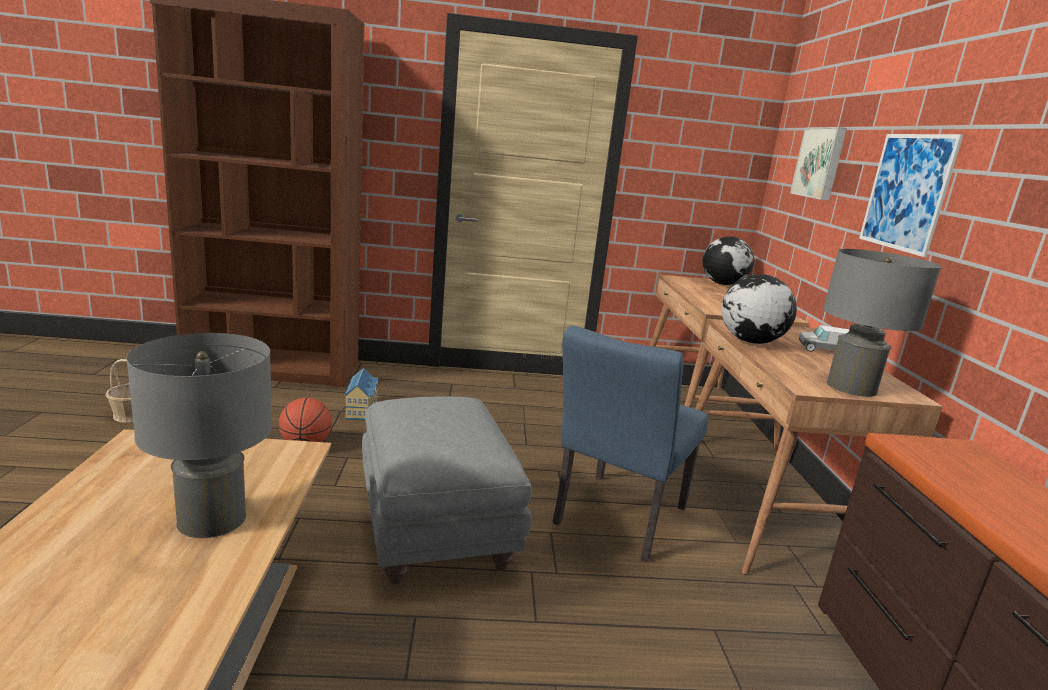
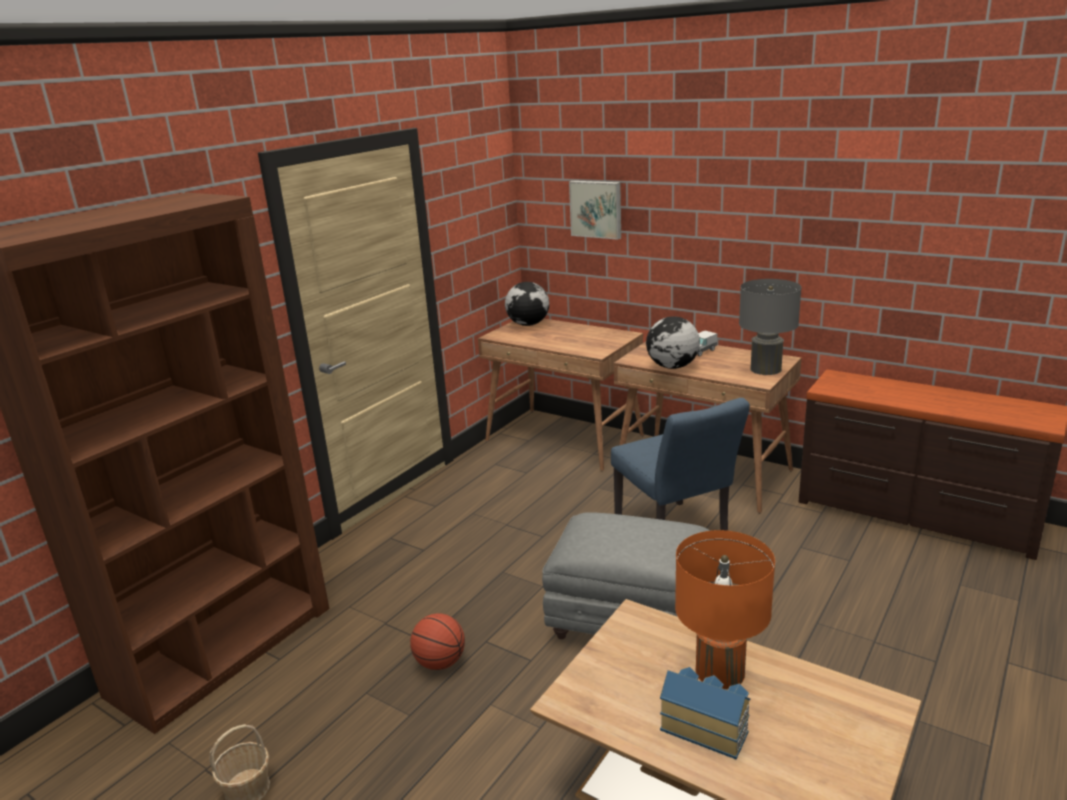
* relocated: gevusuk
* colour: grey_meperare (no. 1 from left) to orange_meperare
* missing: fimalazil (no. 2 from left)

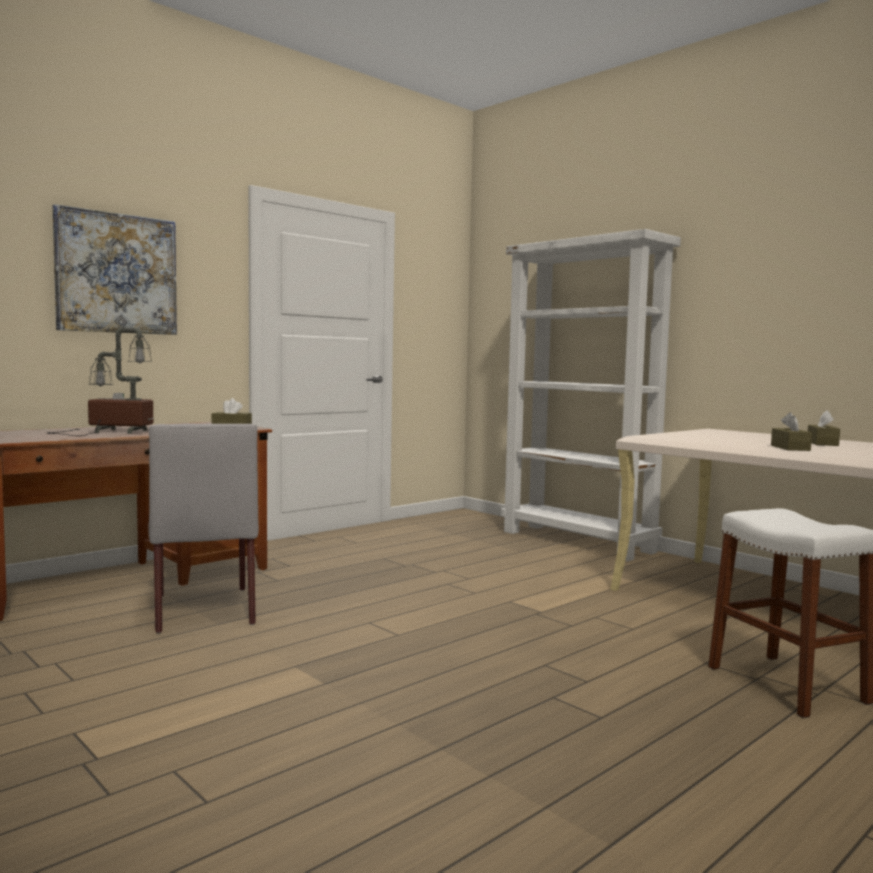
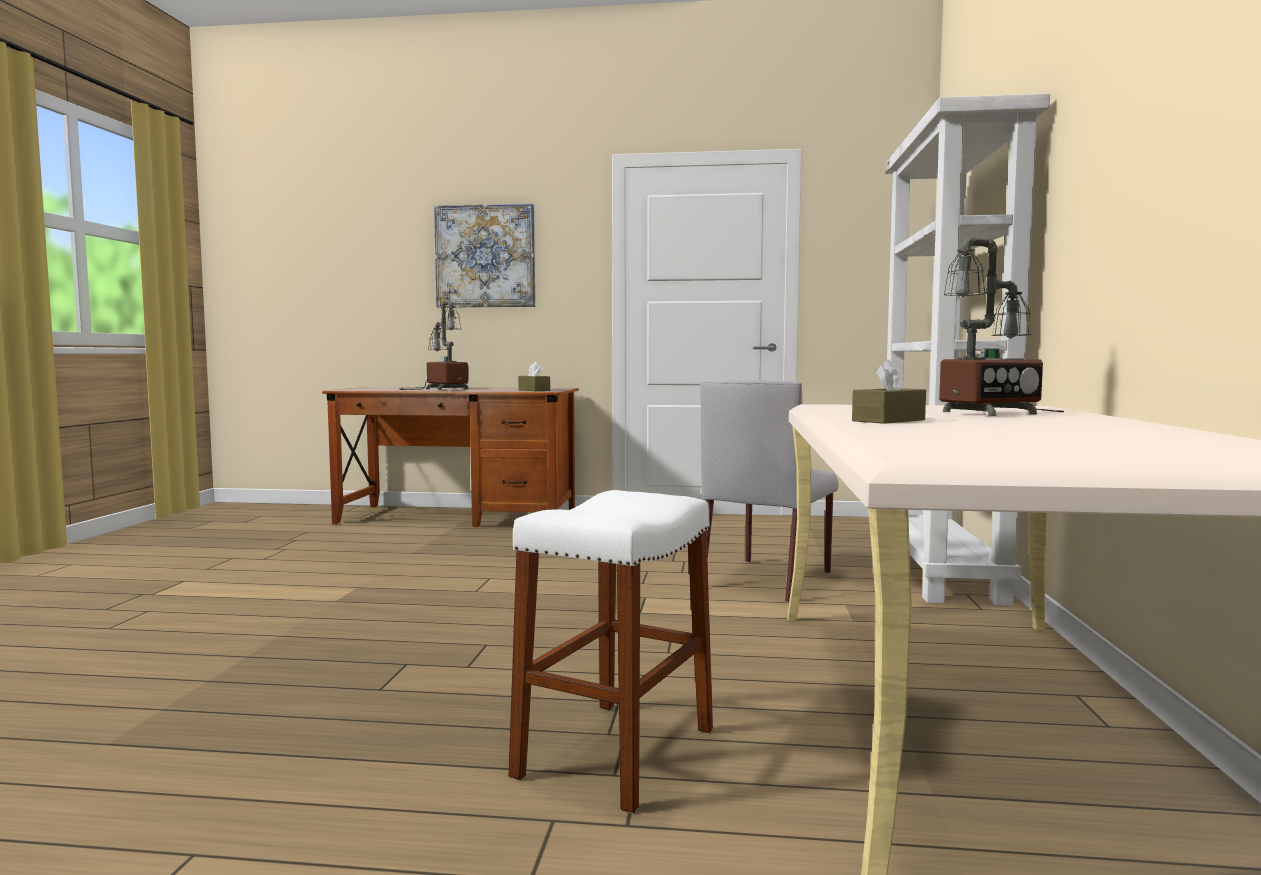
* relocated: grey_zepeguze
* appeared: meperare (no. 2 from left)
* missing: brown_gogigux (no. 3 from left)

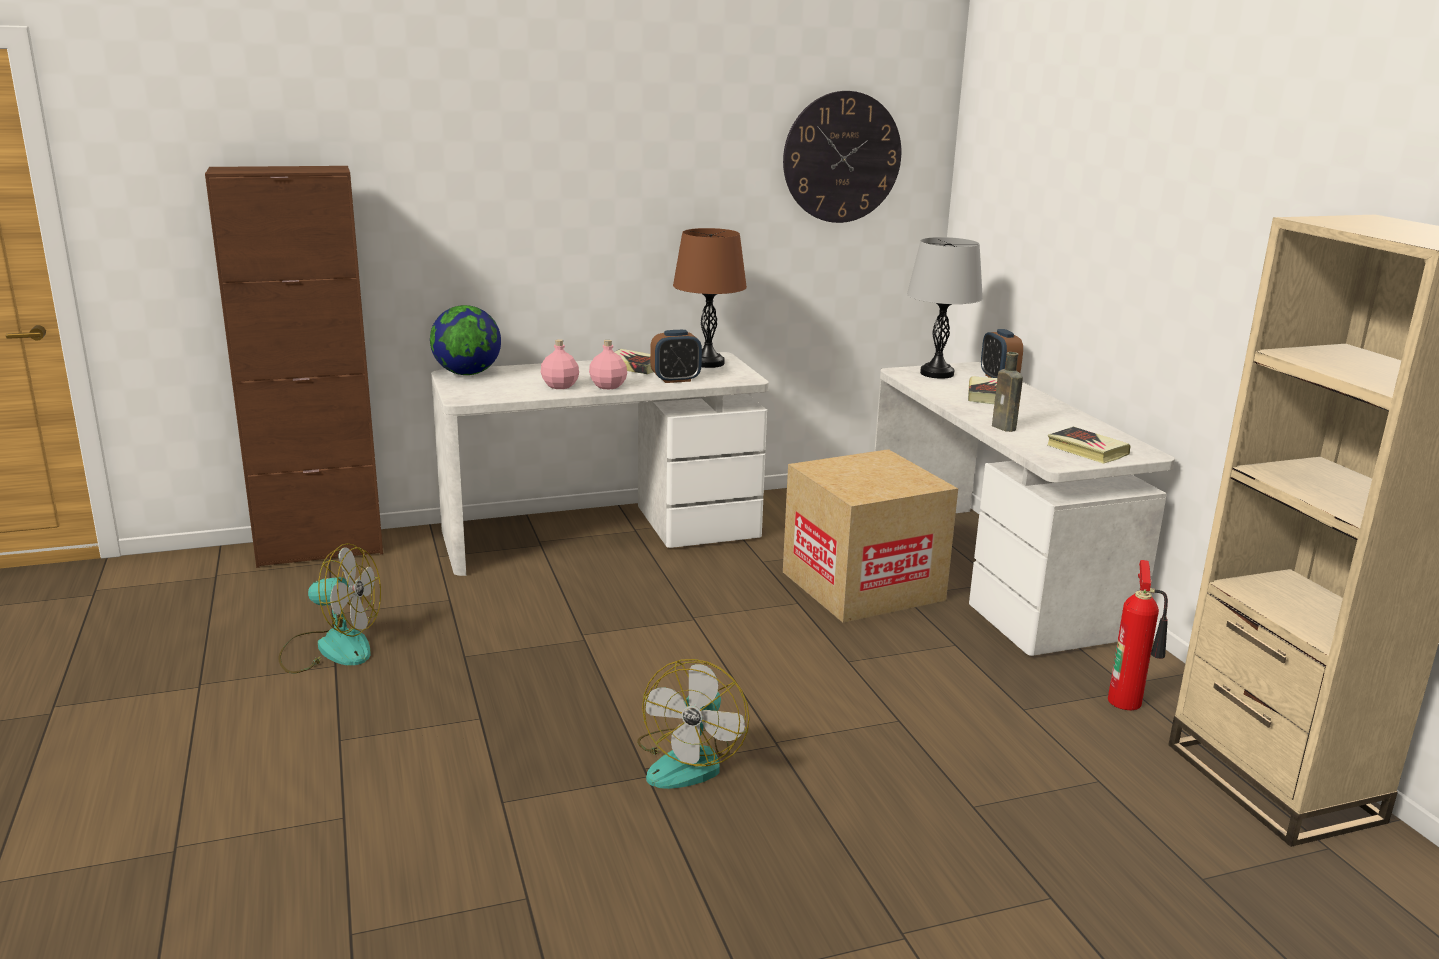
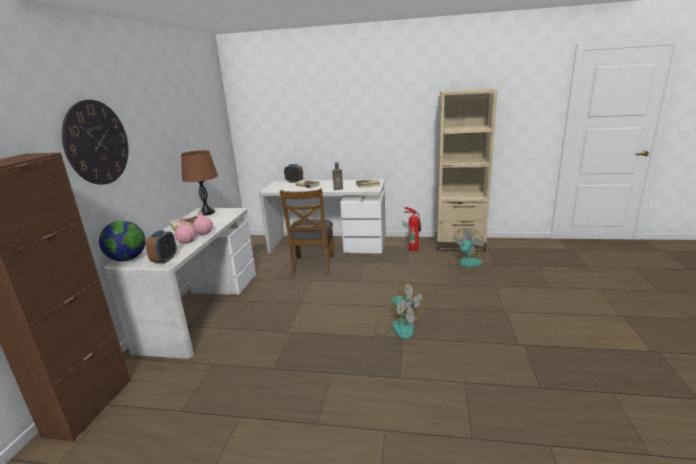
* relocated: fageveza
* relocated: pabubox (no. 1 from left)
* exchanged: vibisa to brown_zepeguze
* relocated: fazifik (no. 1 from left in the first image) to fazifik (no. 2 from left)
* missing: grey_meperare

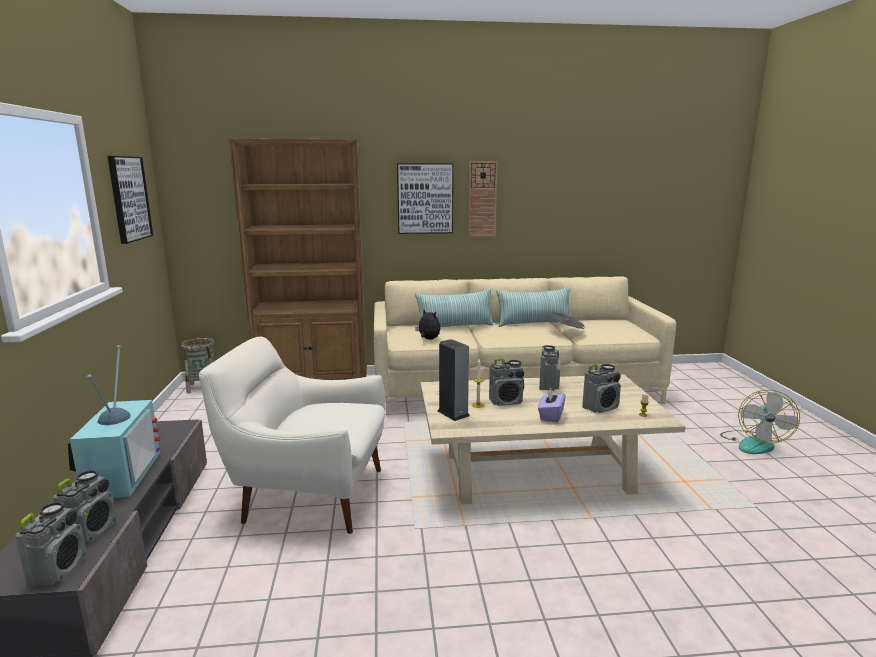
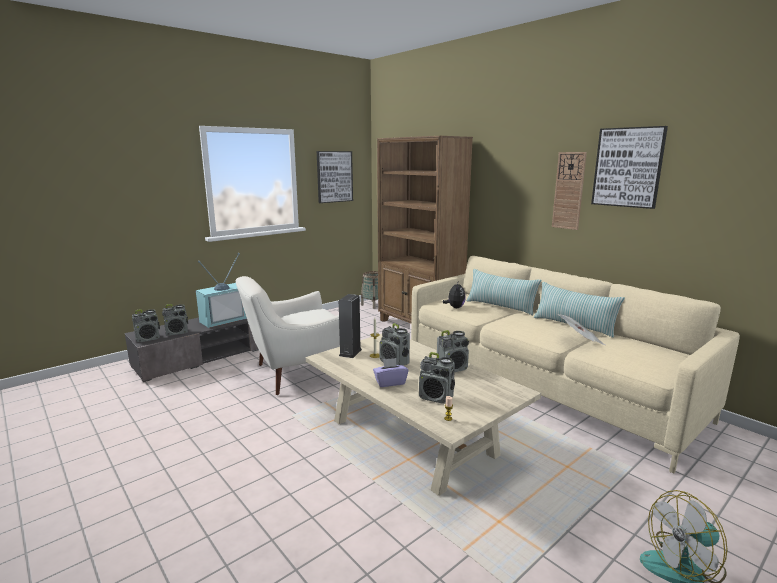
* spun: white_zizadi 90 degrees counterclockwise
* relocated: fimalazil (no. 2 from left)

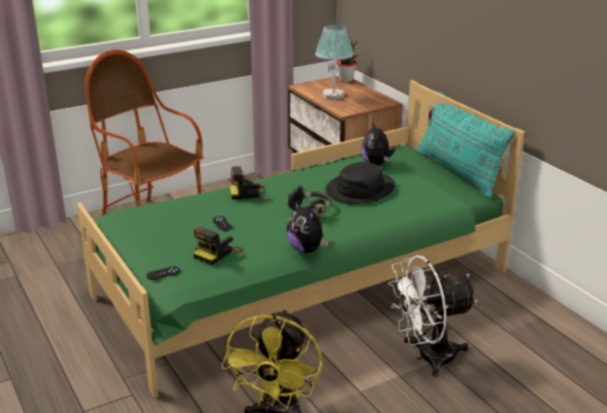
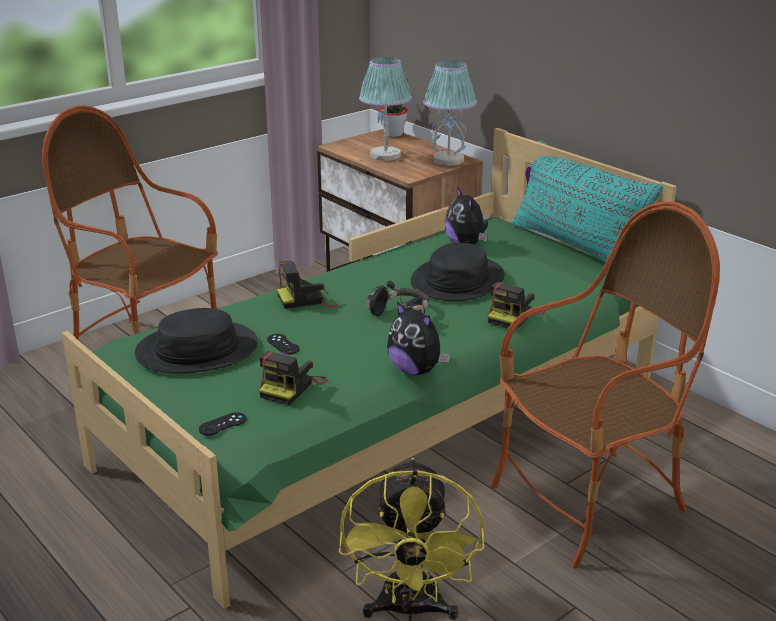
* appeared: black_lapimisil (no. 1 from left)
* appeared: meperare (no. 2 from left)
* appeared: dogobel (no. 3 from left)
* exchanged: white_fazifik to zizadi (no. 2 from left)

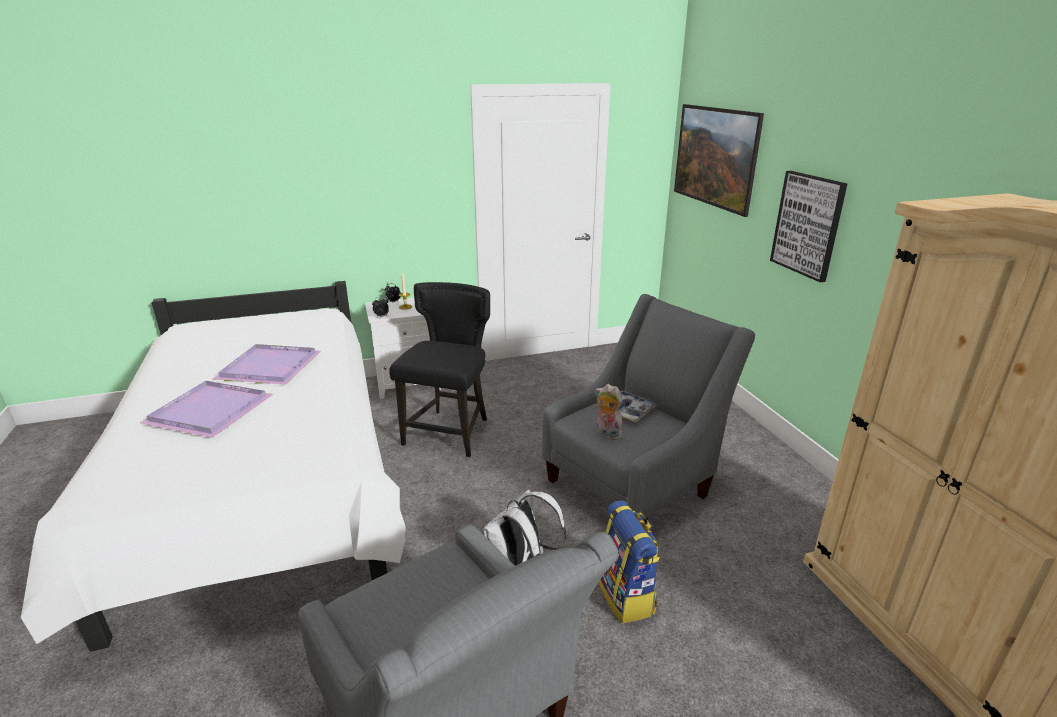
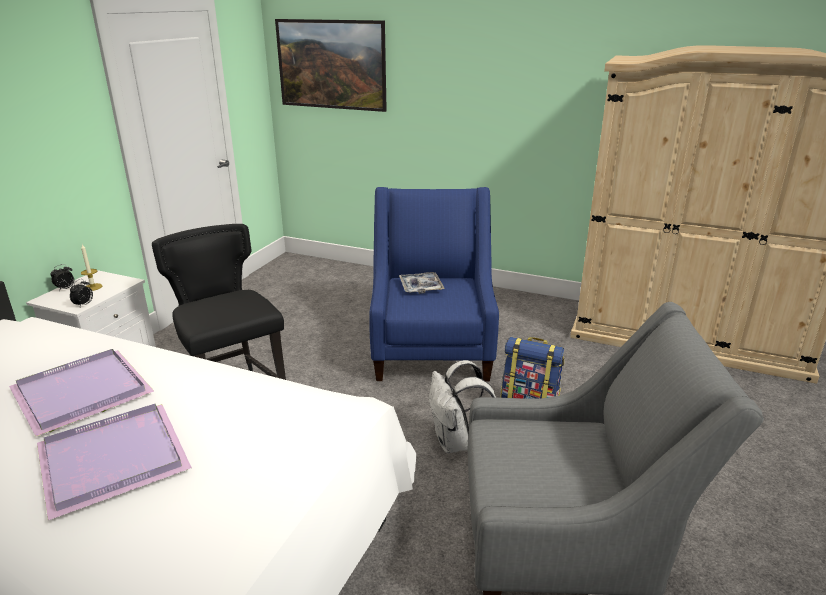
* colour: grey_zizadi (no. 2 from left) to blue_zizadi
* missing: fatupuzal
* missing: fimalazil (no. 2 from left)

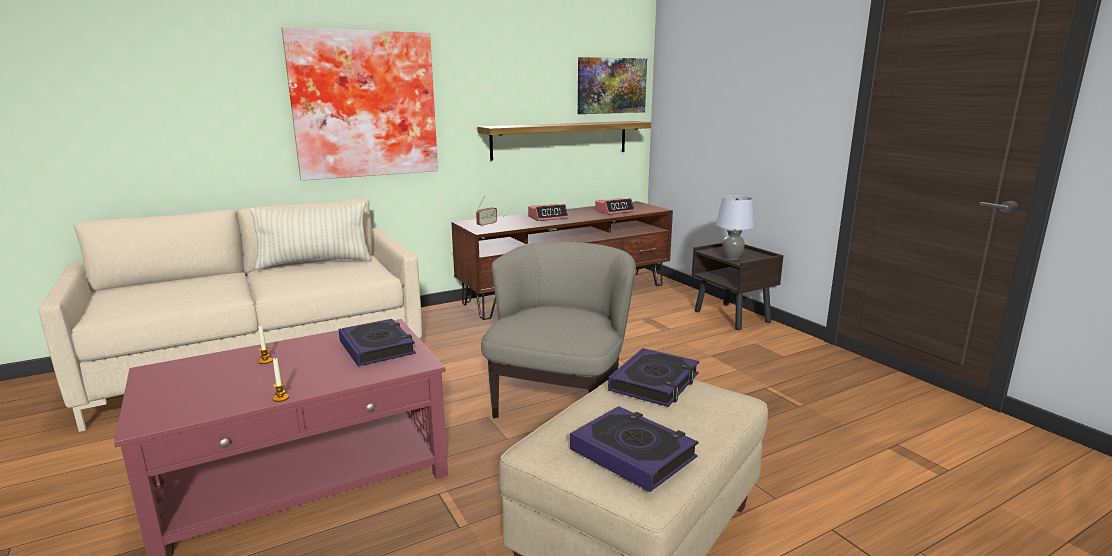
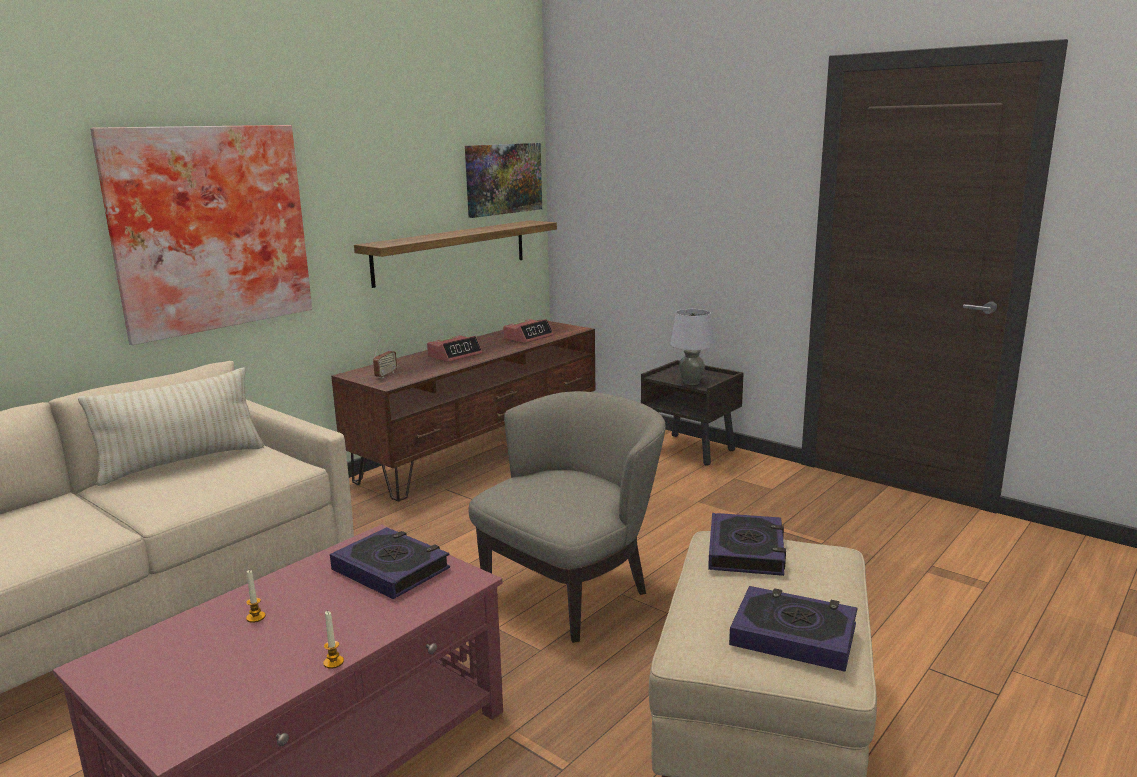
* spun: beige_zizadi 45 degrees clockwise

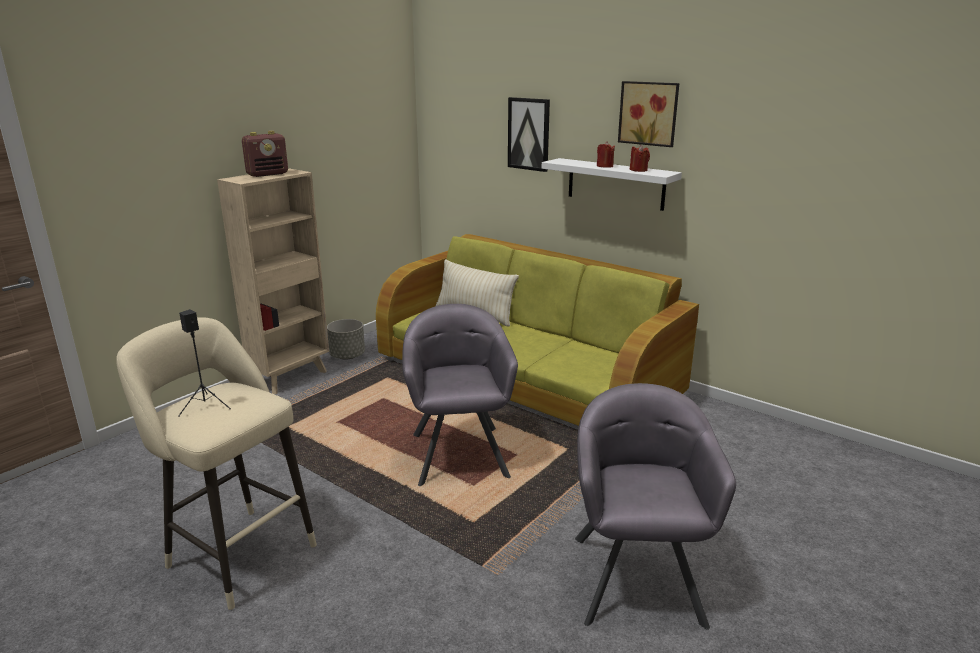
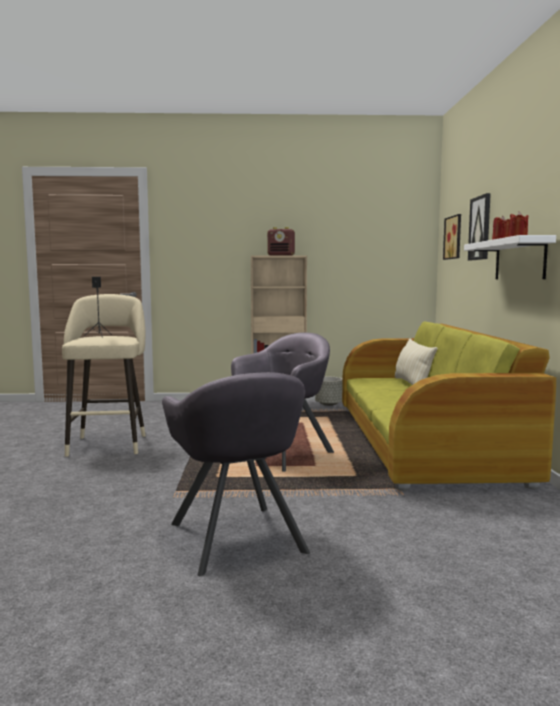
* spun: grey_zizadi (no. 2 from left in the first image) 105 degrees clockwise
* relocated: fimalazil (no. 2 from left in the first image) to fimalazil (no. 1 from left)

